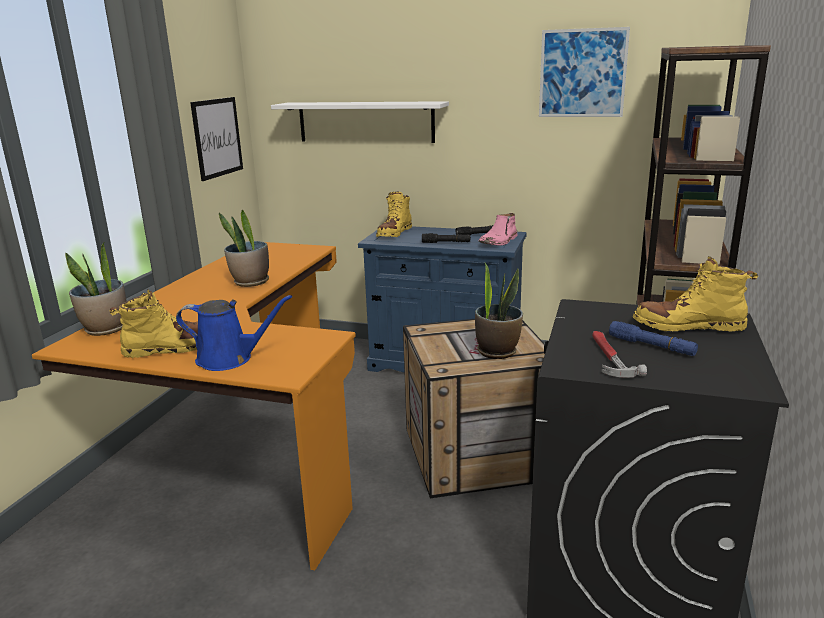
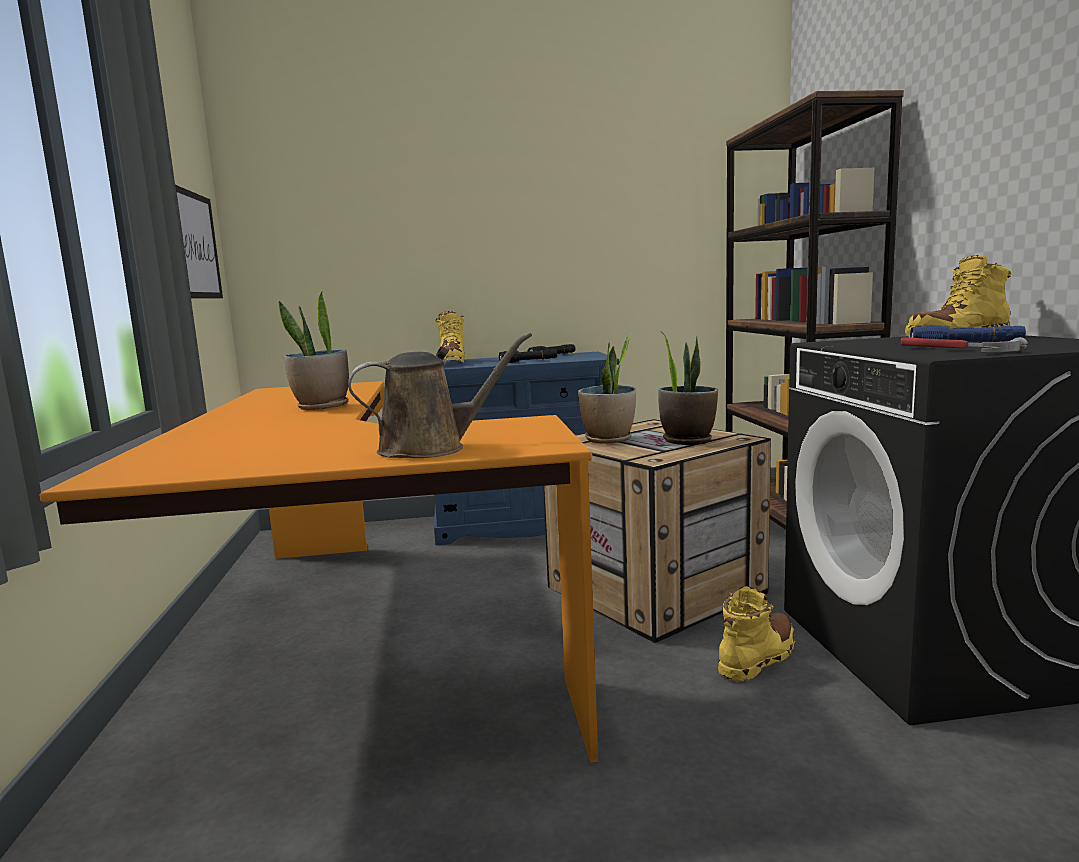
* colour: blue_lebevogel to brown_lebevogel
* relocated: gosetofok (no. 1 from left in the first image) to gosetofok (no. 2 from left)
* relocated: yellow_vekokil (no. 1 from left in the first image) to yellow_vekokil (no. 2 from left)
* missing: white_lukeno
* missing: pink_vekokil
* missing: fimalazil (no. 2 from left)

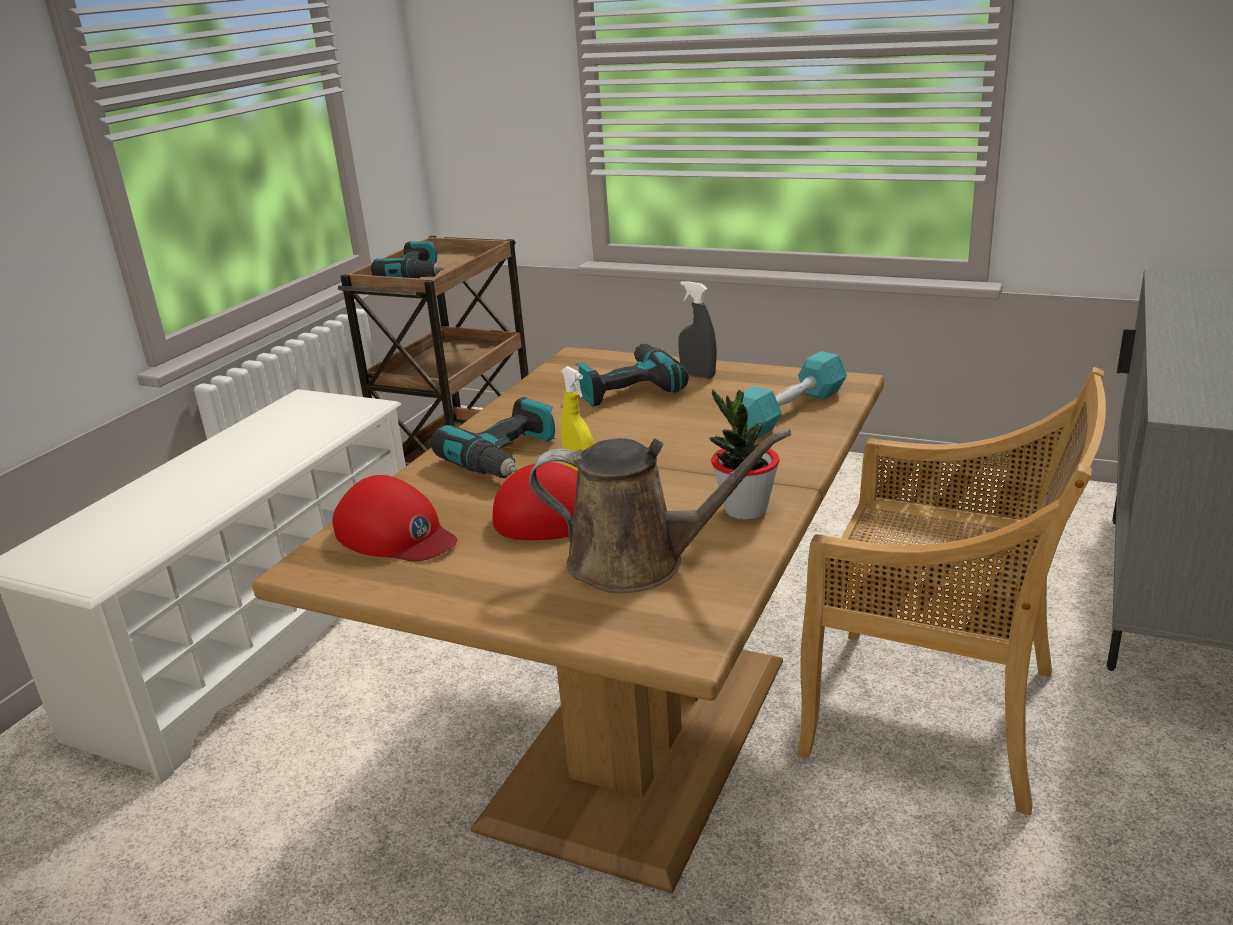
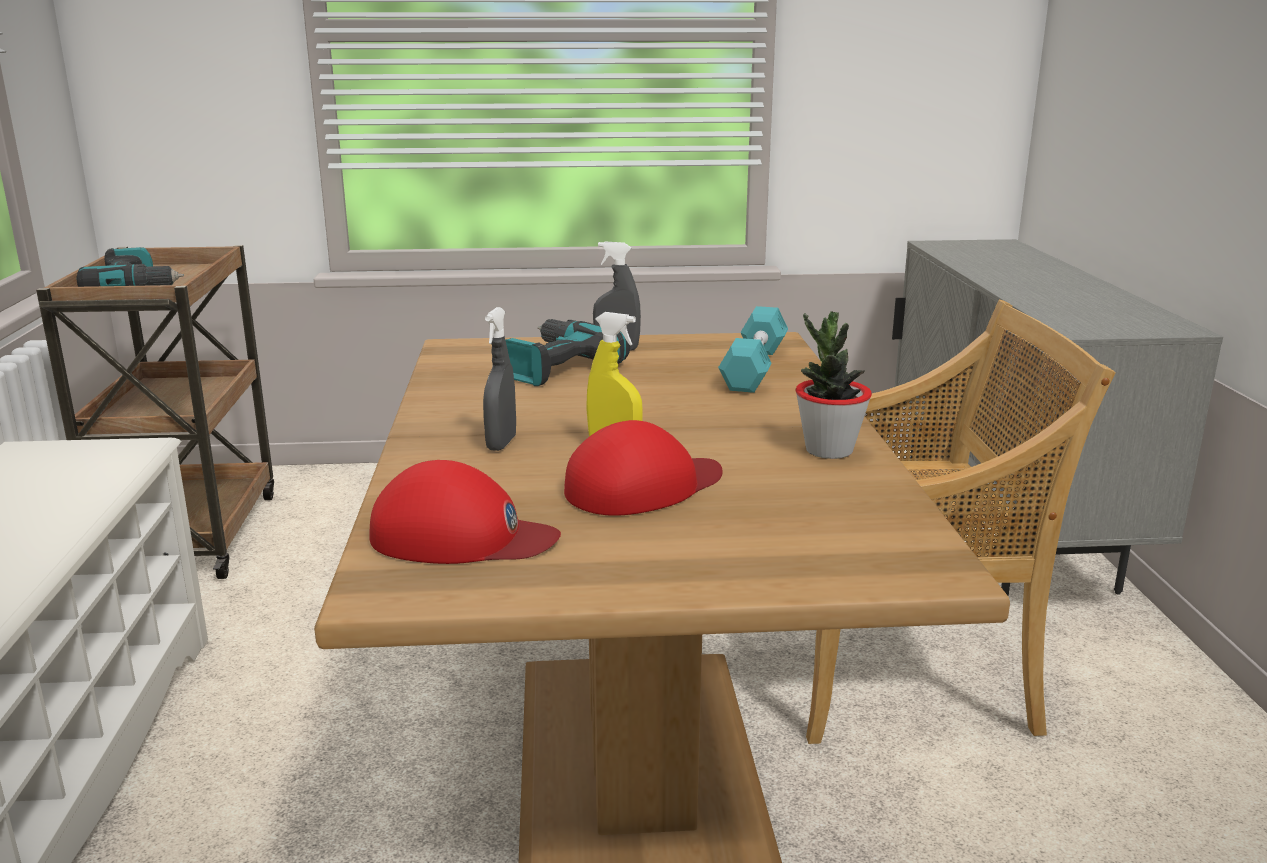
* exchanged: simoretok (no. 2 from left) to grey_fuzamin (no. 1 from left)
* missing: brown_lebevogel

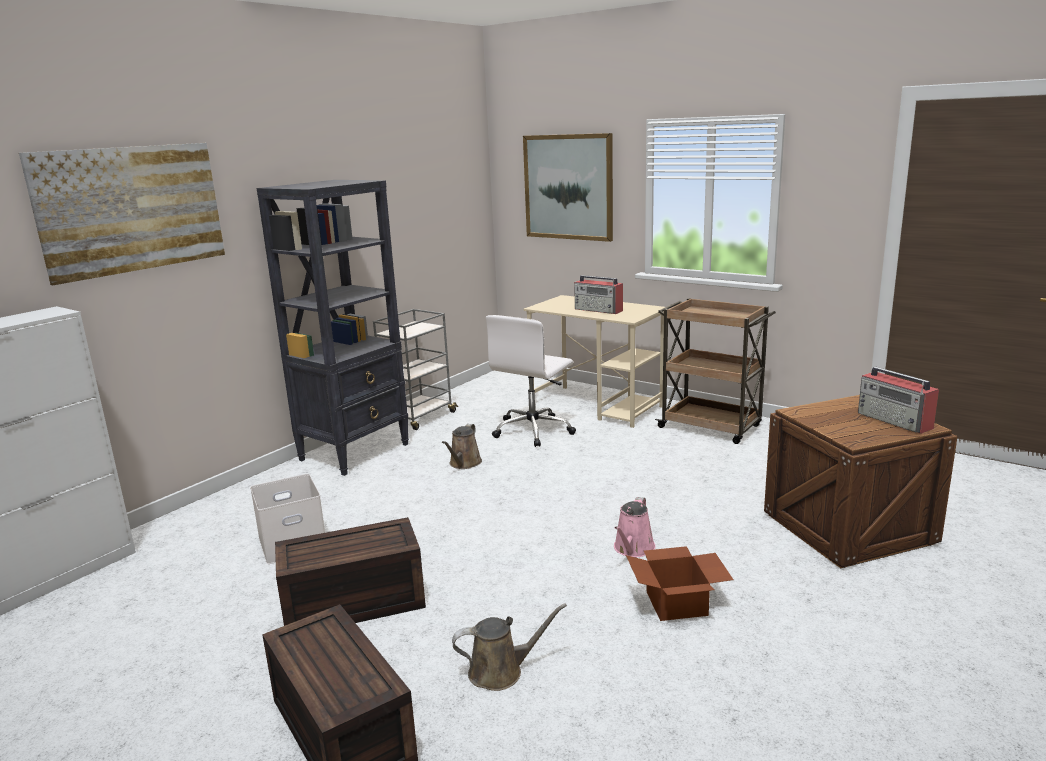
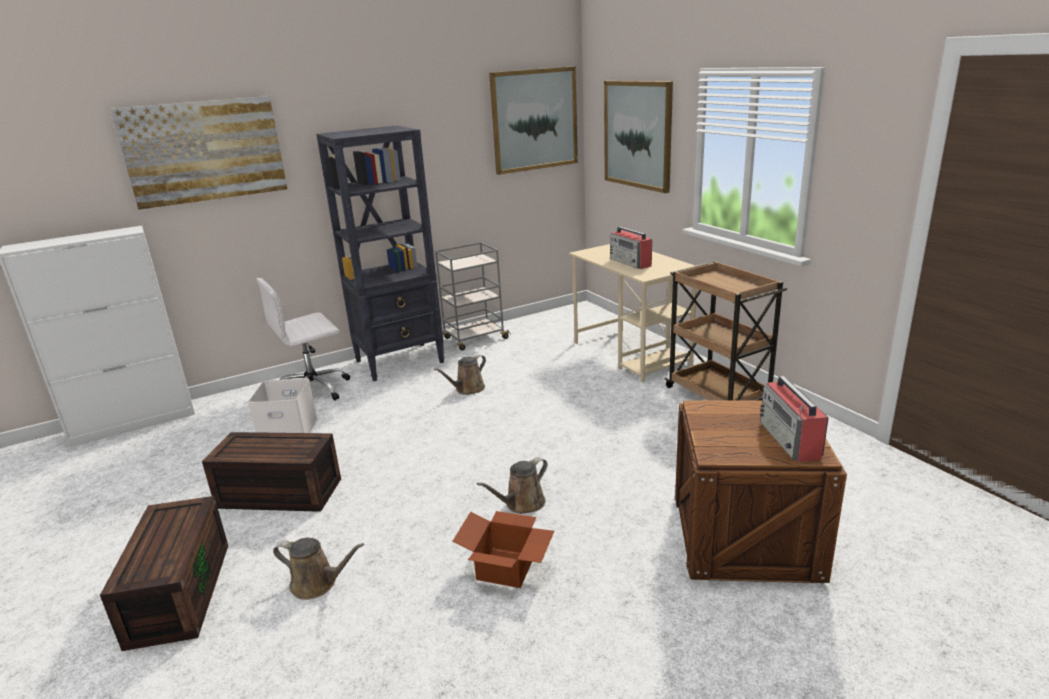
* relocated: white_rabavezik
* colour: pink_lebevogel to brown_lebevogel (no. 3 from left)
* appeared: fimalazil (no. 2 from left)

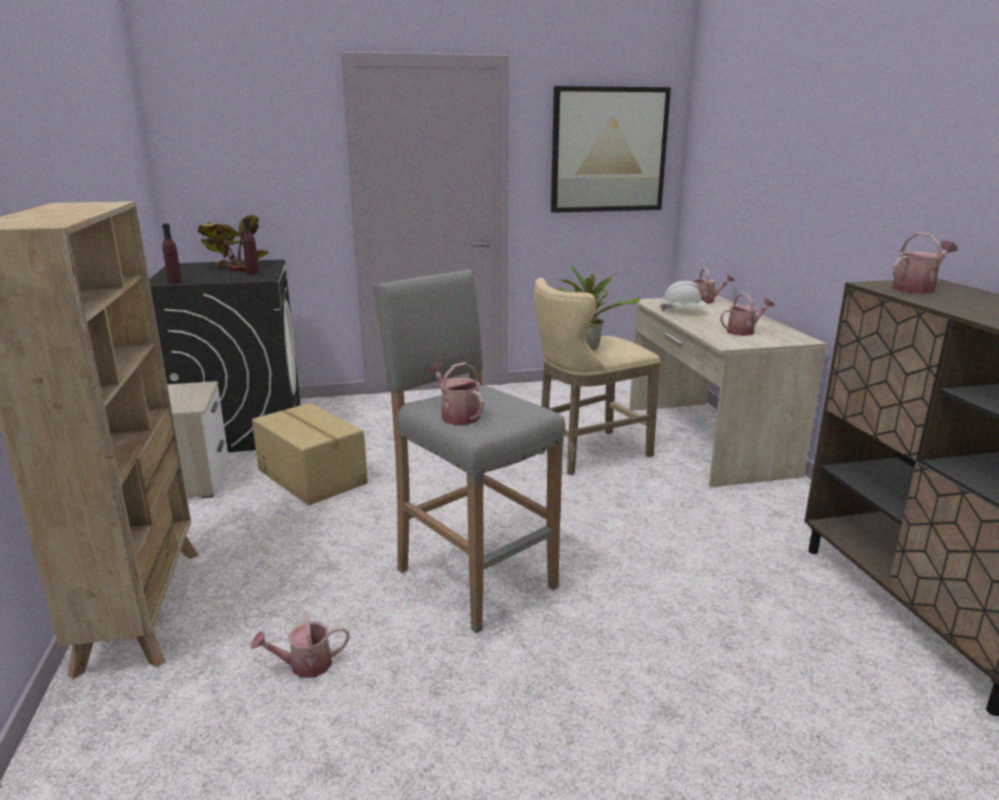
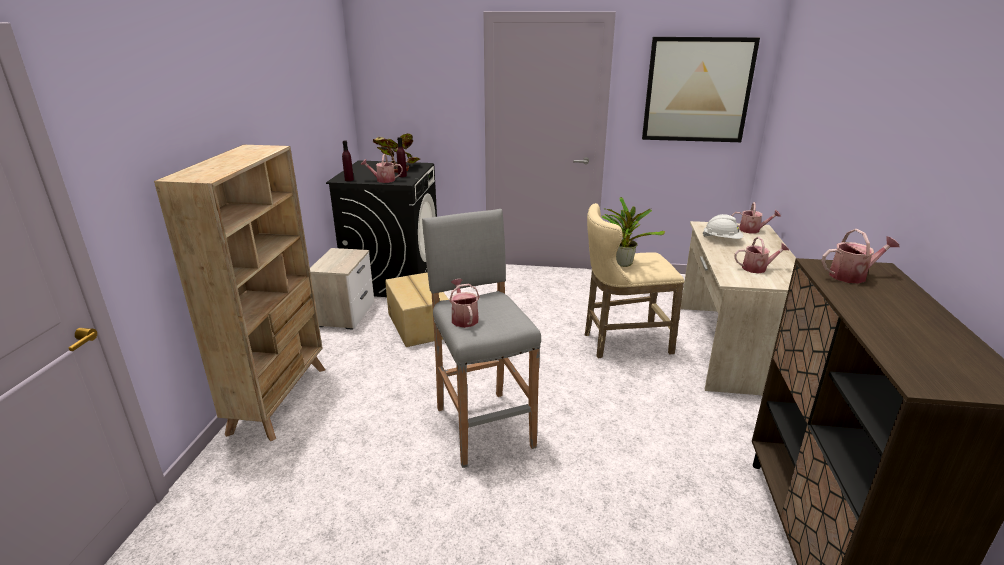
* relocated: lebevogel (no. 1 from left)

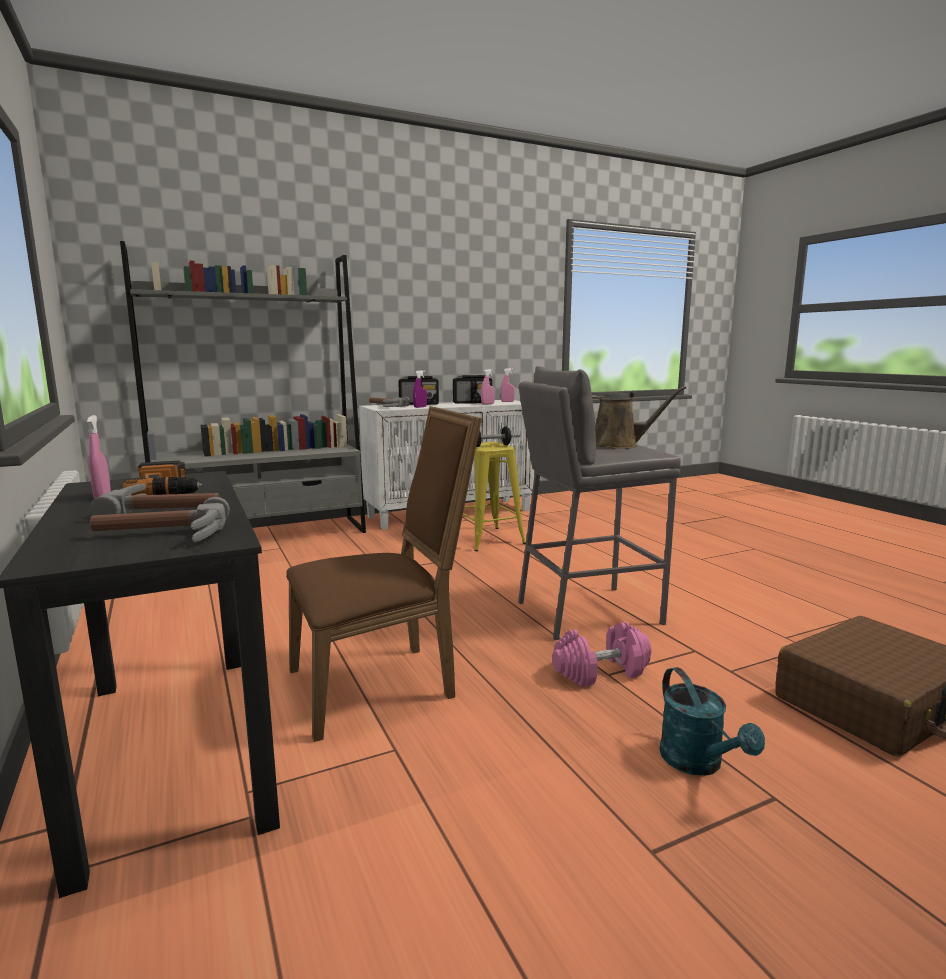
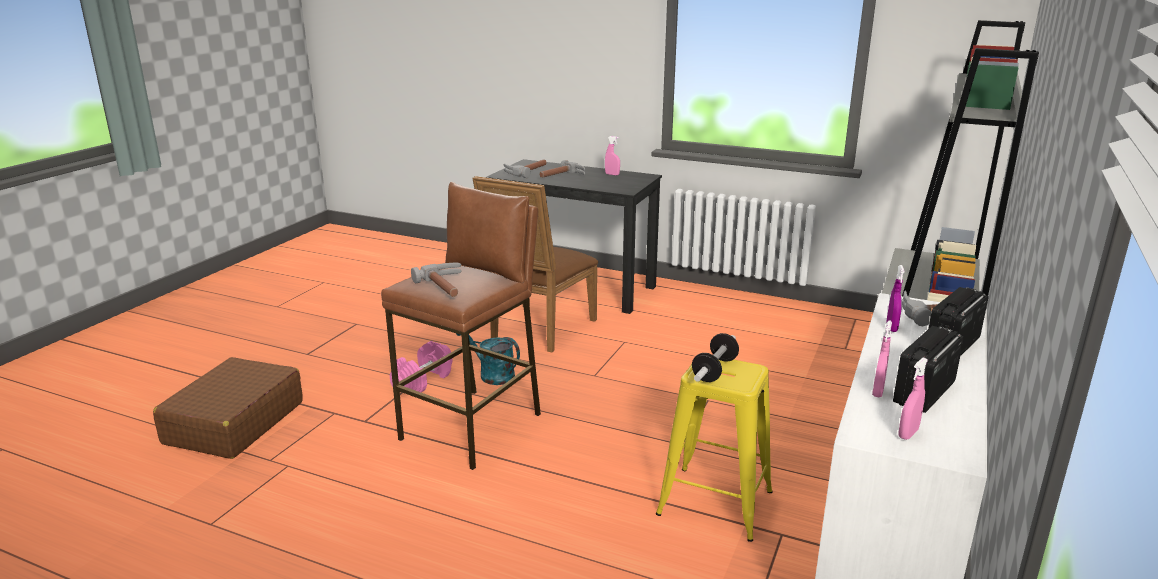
* colour: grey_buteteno to brown_buteteno
* exchanged: brown_lebevogel to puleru (no. 1 from left)
* relocated: turquoise_lebevogel
* missing: simoretok

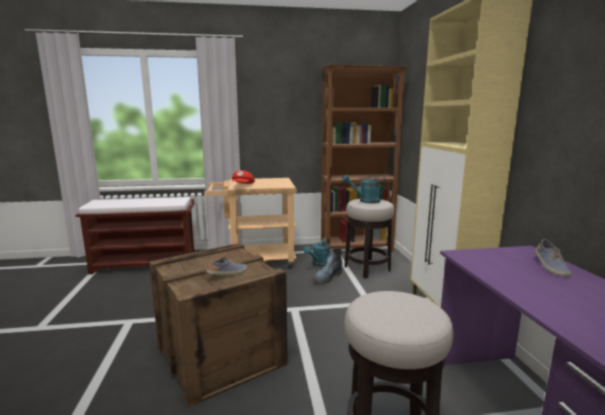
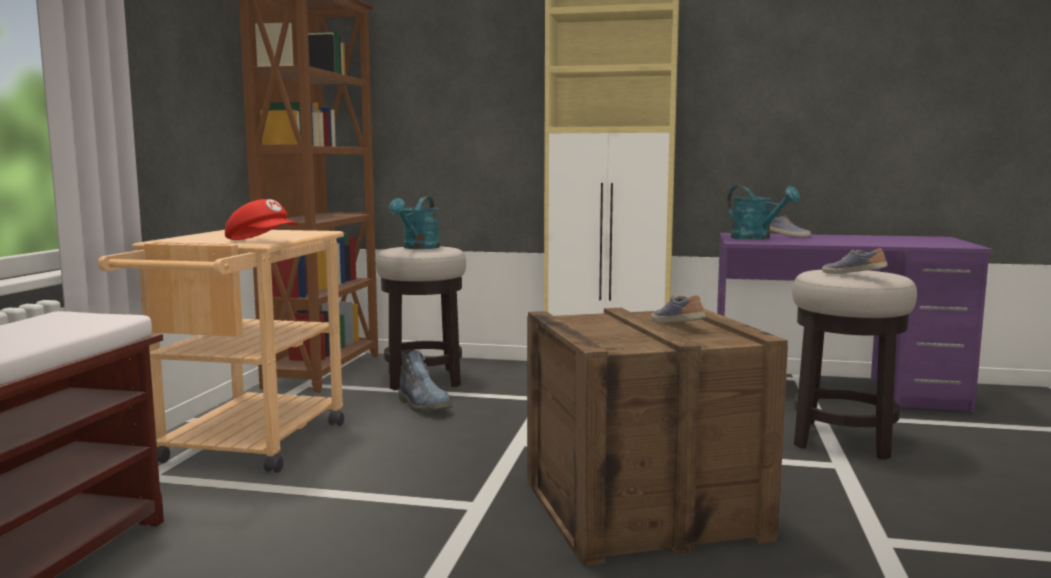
* relocated: turquoise_lebevogel (no. 1 from left in the first image) to turquoise_lebevogel (no. 2 from left)
* appeared: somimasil (no. 3 from left)

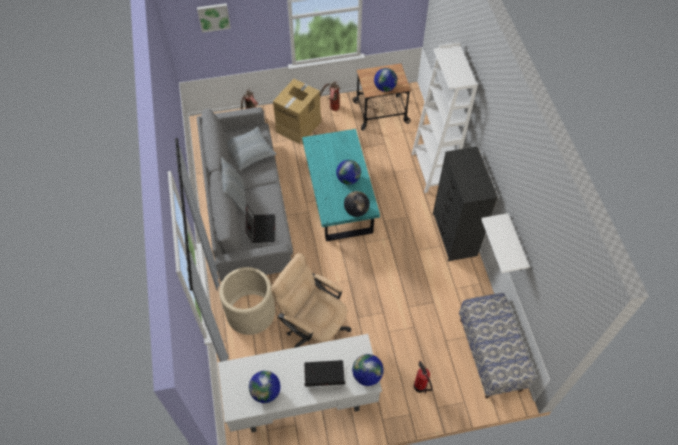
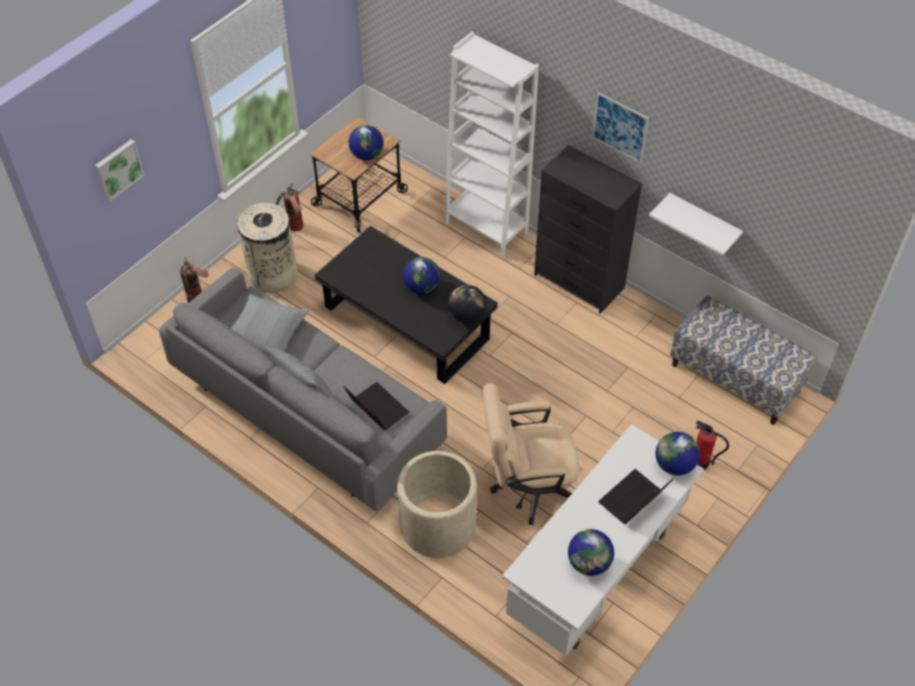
* exchanged: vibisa to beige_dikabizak
* colour: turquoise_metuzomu to black_metuzomu
* appeared: fimalazil (no. 2 from left)

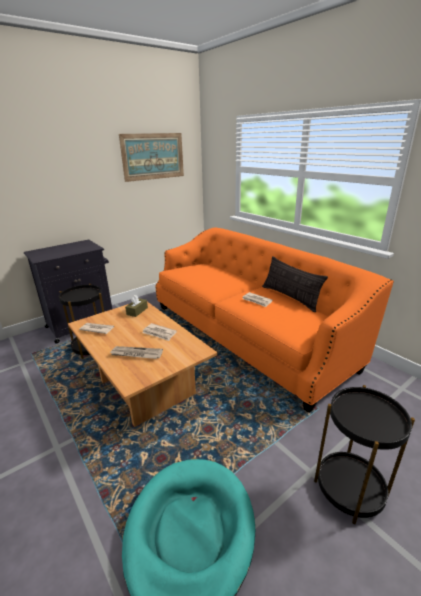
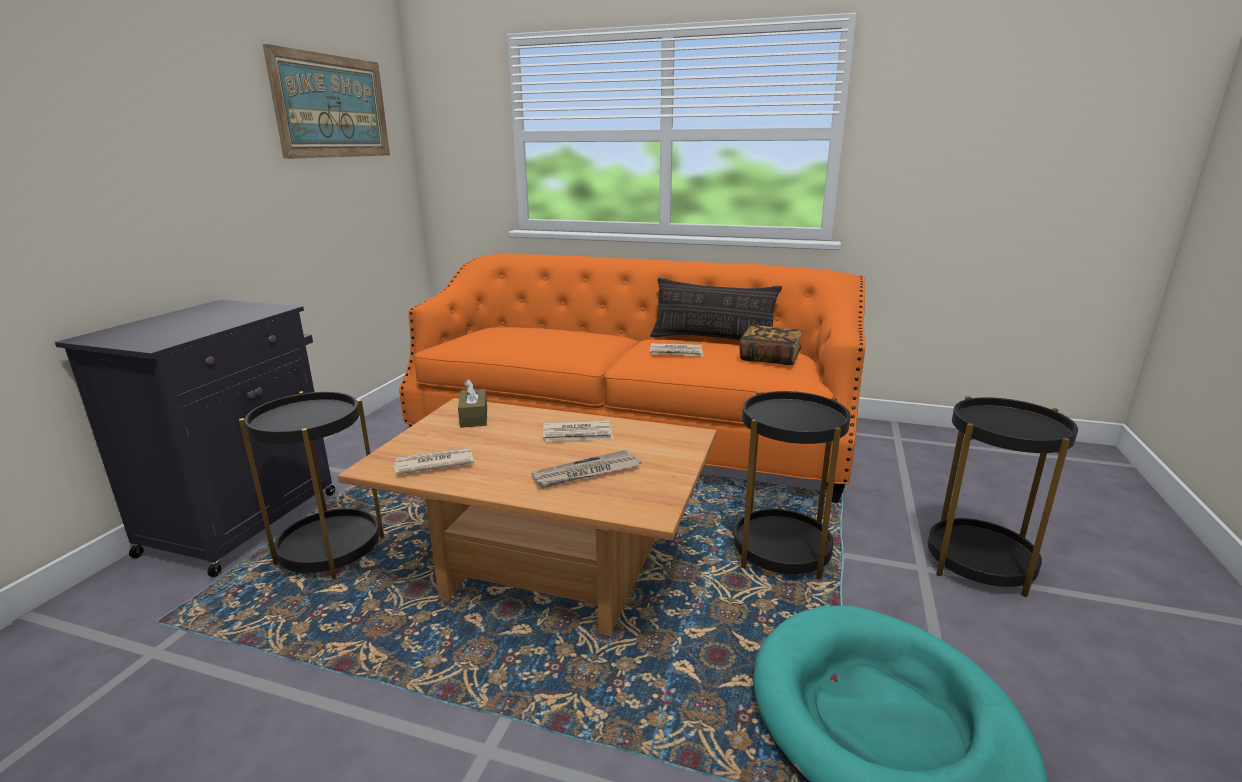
* appeared: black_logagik (no. 2 from left)
* appeared: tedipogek

